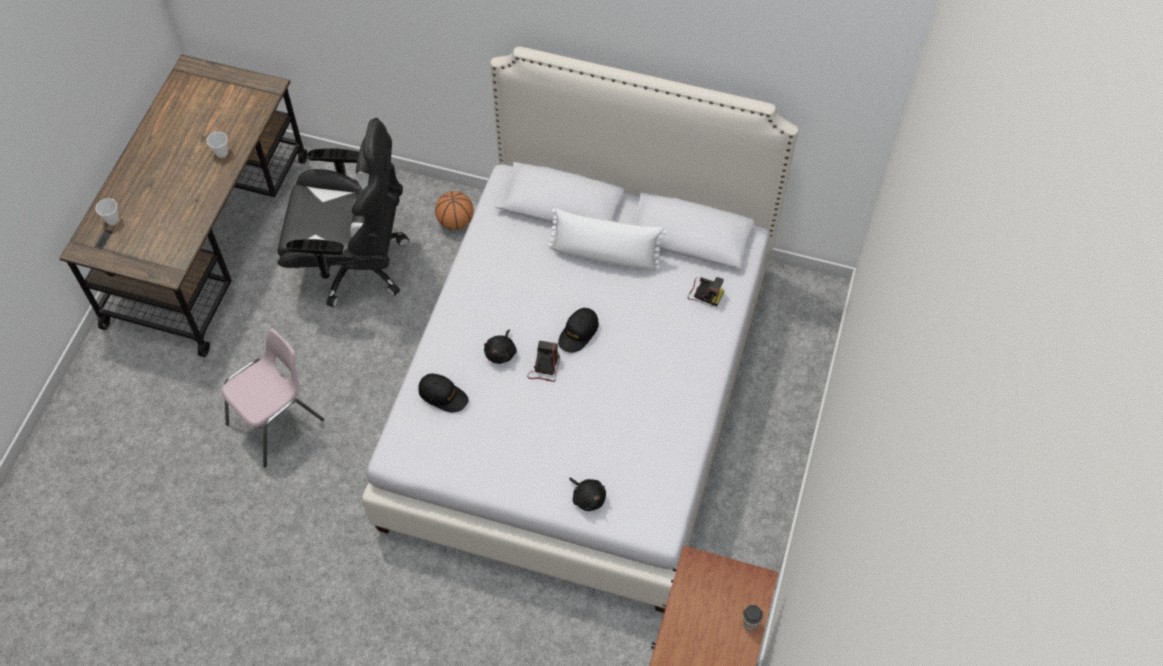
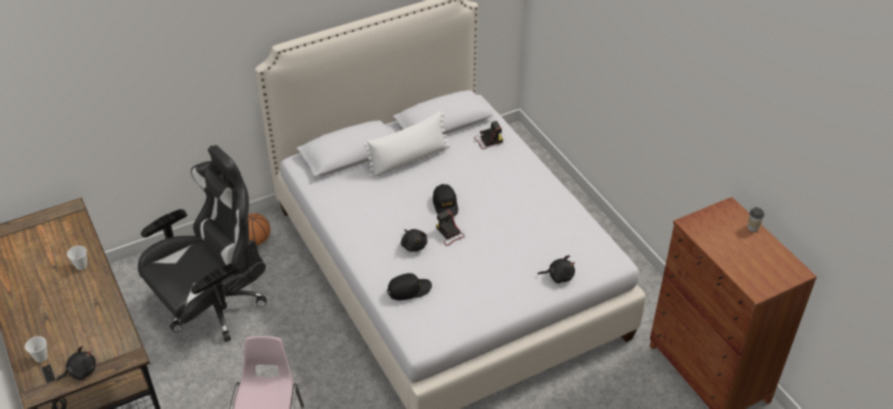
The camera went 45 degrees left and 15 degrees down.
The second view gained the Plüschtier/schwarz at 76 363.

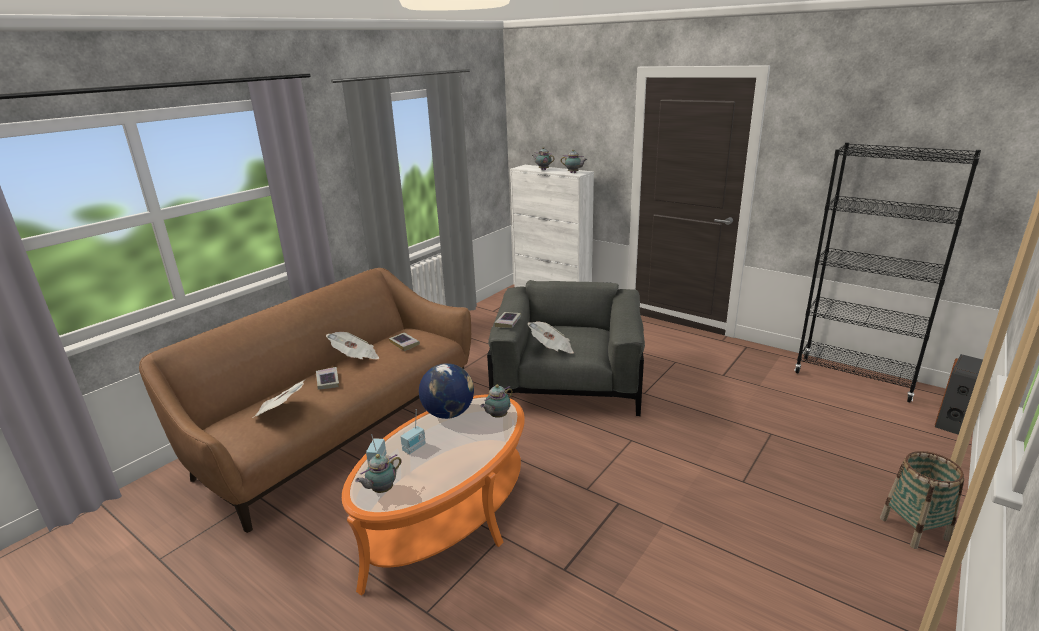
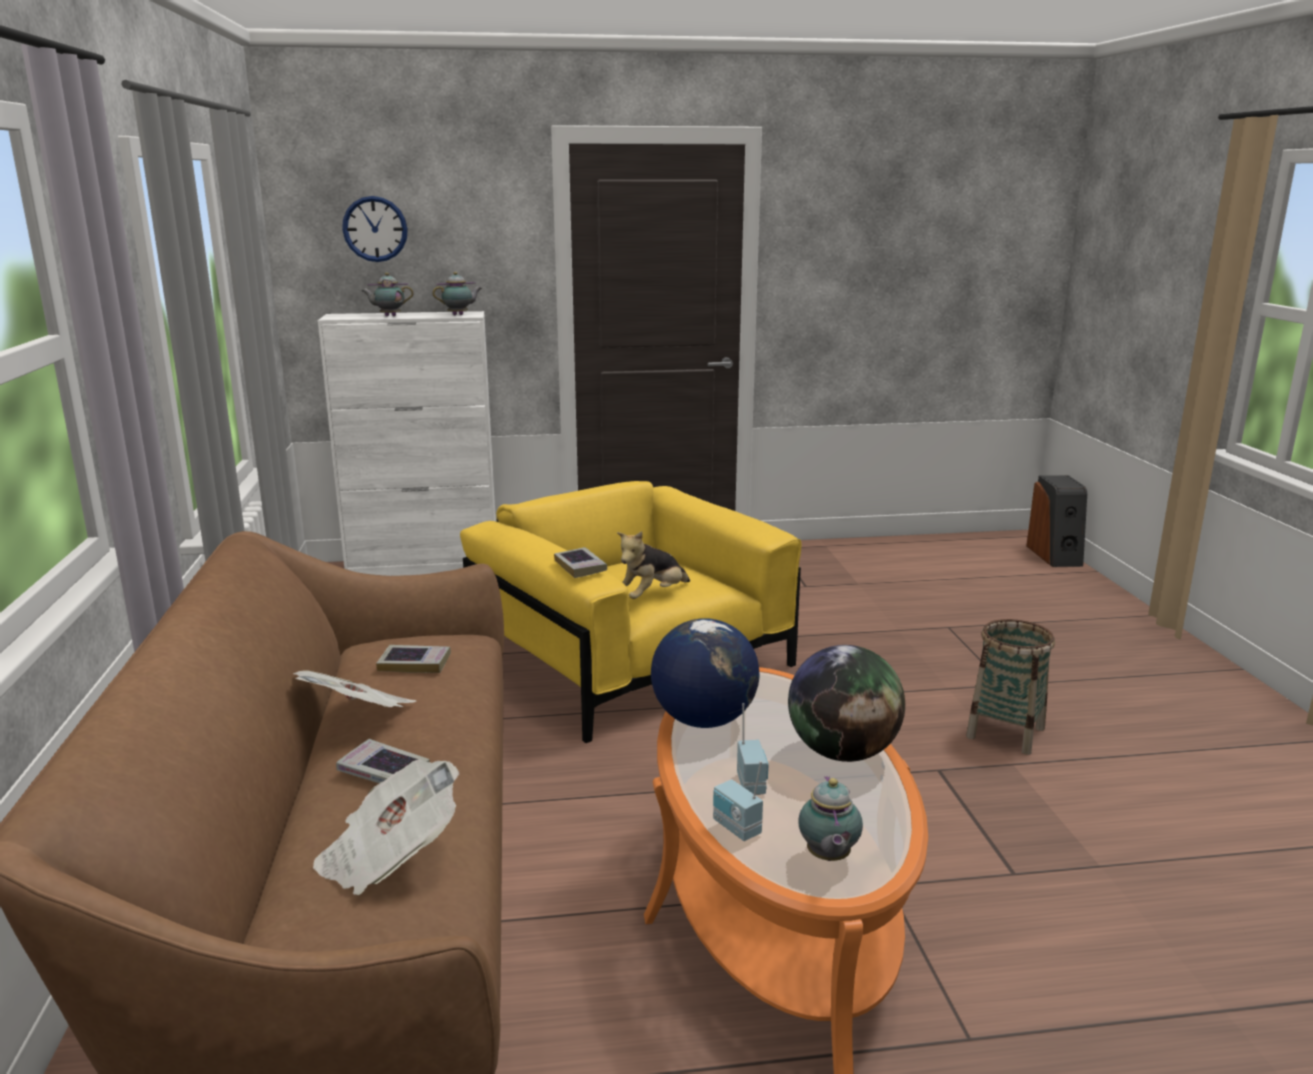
The camera went 45 degrees left and 5 degrees down.
The second view gained the Wanduhr at 375 229.
What was the Sessel/grau at 566 348 turned into the Sessel/gelb at 630 612.
Where the Zeitung stood at 550 337, the Plüschtier came to stand at 653 565.
The second view gained the Globus at 846 703.
The Korb ended up elsewhere, having gone from 922 500 to 1010 687.
The second view lost the Teekanne at 497 401.
The second view lost the Bücherregal/schwarz at 887 272.

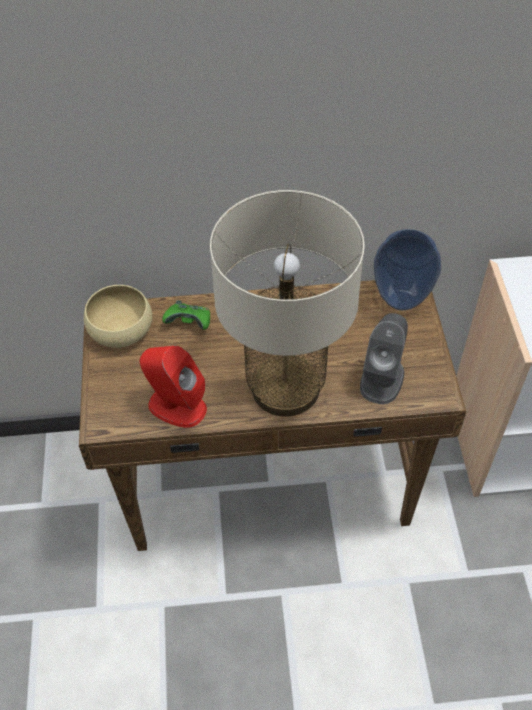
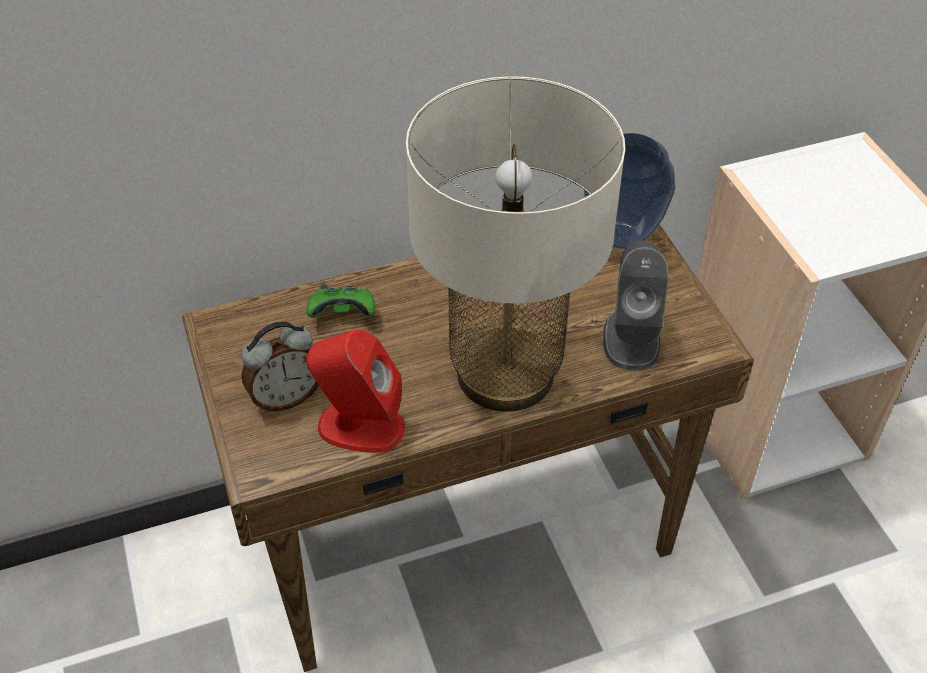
The camera went 15 degrees left and 5 degrees down.
The second view gained the Wecker at 280 367.
The second view lost the Schüssel/beige at 118 316.

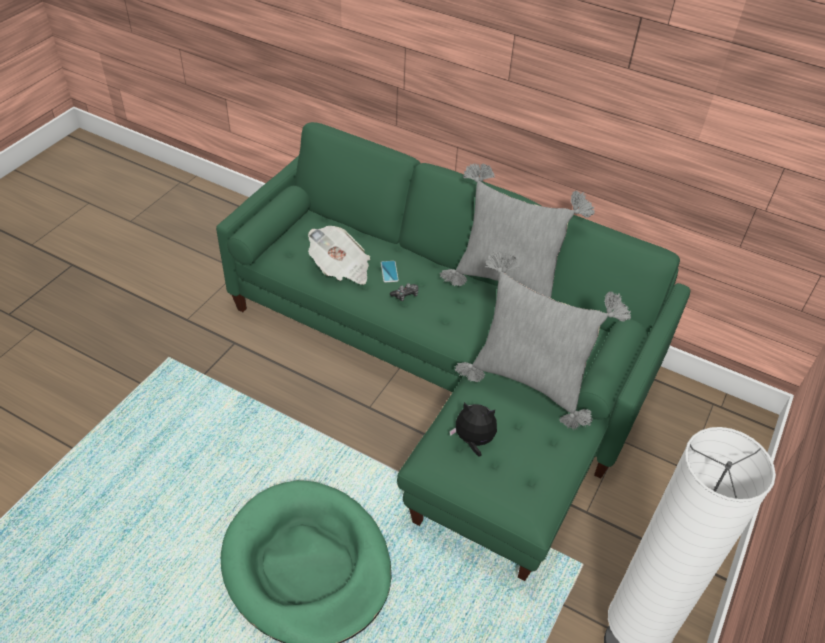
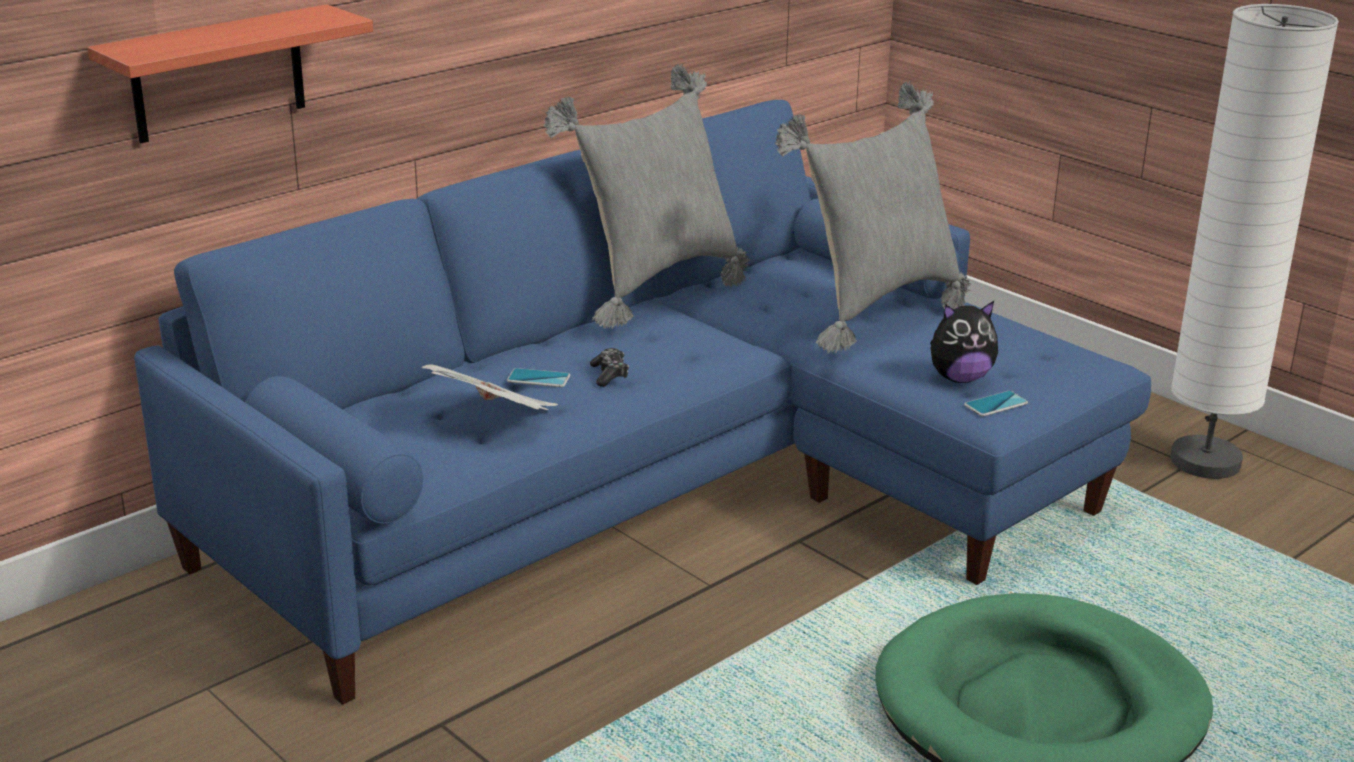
The camera went 70 degrees left and 20 degrees down.
The second view gained the Wandregal at 230 73.
What was the Sofa/grün at 453 351 turned into the Sofa/blau at 642 402.
The Plüschtier at 473 429 ended up facing another way, 135 degrees counterclockwise from before.
The second view gained the Handy at 996 403.

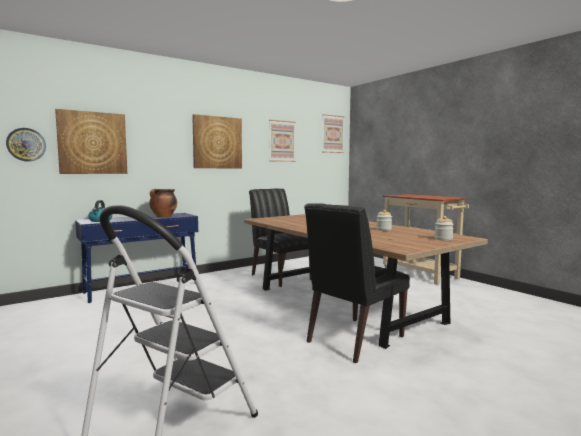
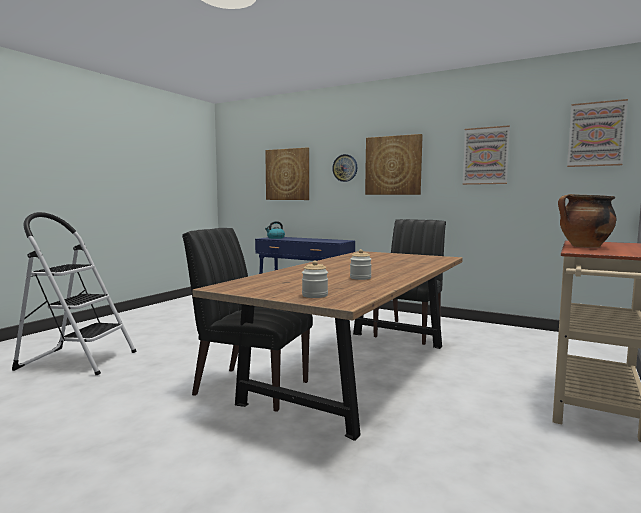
The camera went 65 degrees right and 0 degrees up.
The Wanduhr ended up elsewhere, having gone from 26 144 to 344 168.
The Kochtopf ended up elsewhere, having gone from 163 203 to 587 221.

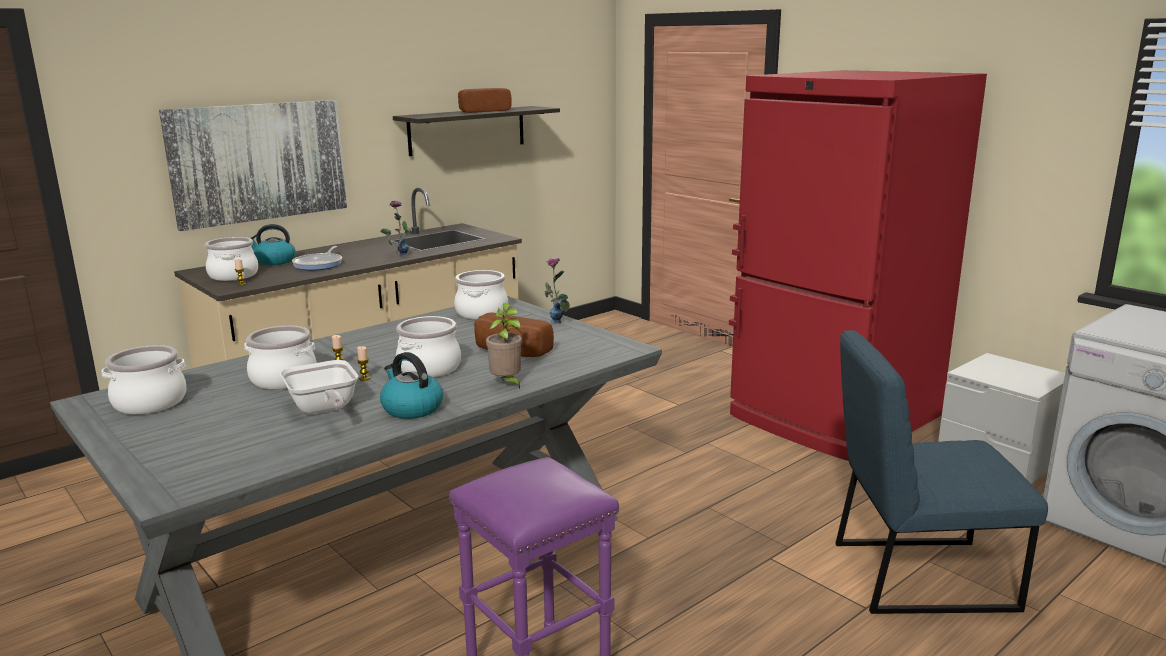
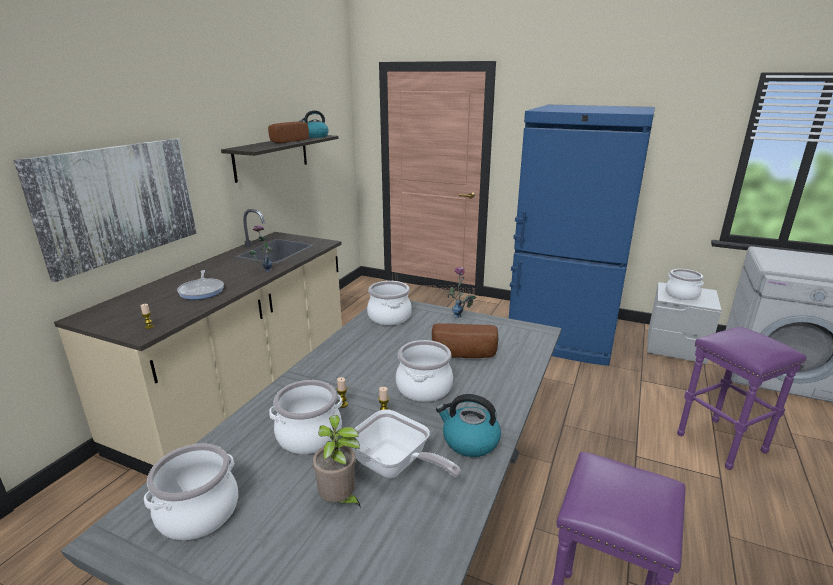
The camera went 25 degrees left and 5 degrees up.
The Wasserkessel ended up elsewhere, having gone from 273 244 to 314 124.
The Topfpflanze ended up elsewhere, having gone from 504 346 to 337 461.
What was the Kühlschrank/rot at 858 265 turned into the Kühlschrank/blau at 582 235.
The Kochtopf ended up elsewhere, having gone from 231 259 to 685 284.
Where the Stuhl/blau stood at 941 472, the Hocker/lila came to stand at 741 398.

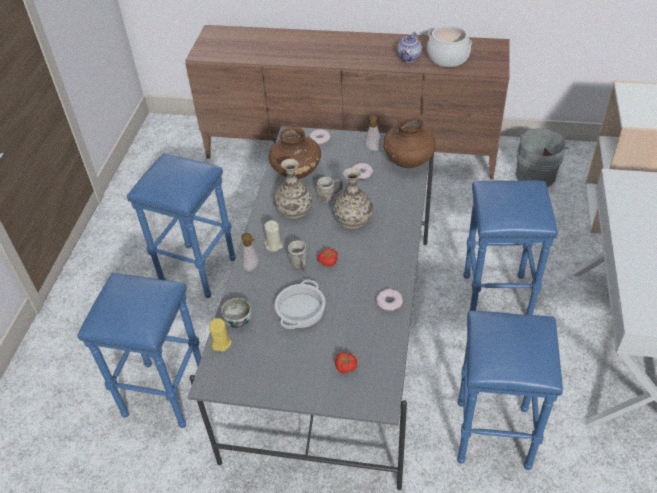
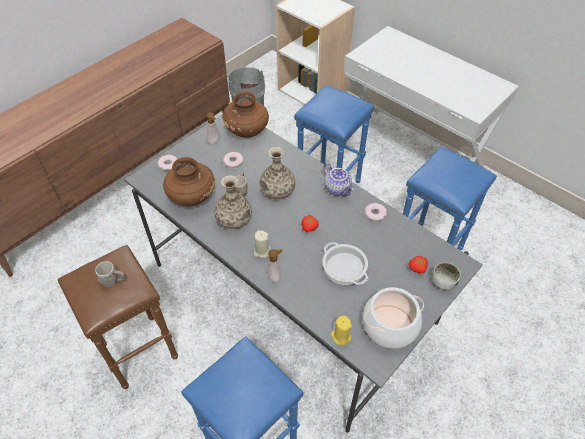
The camera went 60 degrees left and 5 degrees up.
What was the Hocker/blau at 181 225 turned into the Hocker/braun at 118 317.
The Henkelbecher/grau ended up elsewhere, having gone from 297 255 to 110 274.
The Teekanne ended up elsewhere, having gone from 409 47 to 339 179.
The Kochtopf ended up elsewhere, having gone from 449 46 to 393 318.
The Schüssel ended up elsewhere, having gone from 236 313 to 446 276.

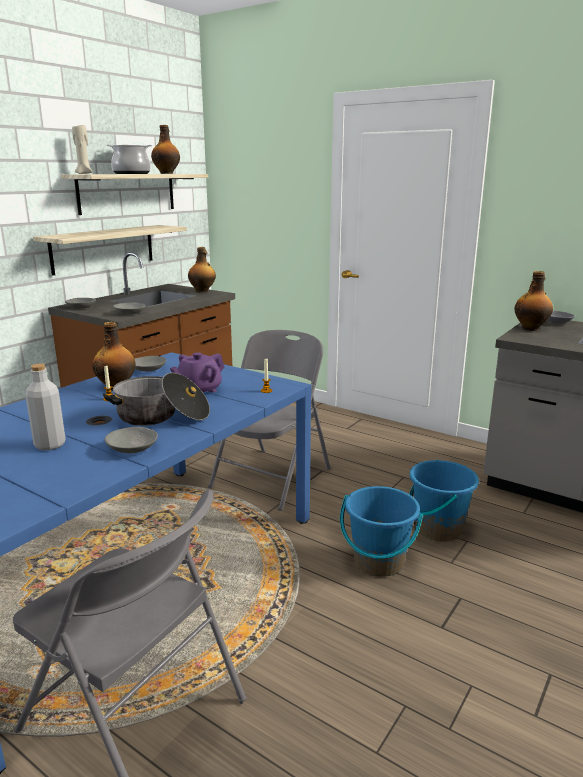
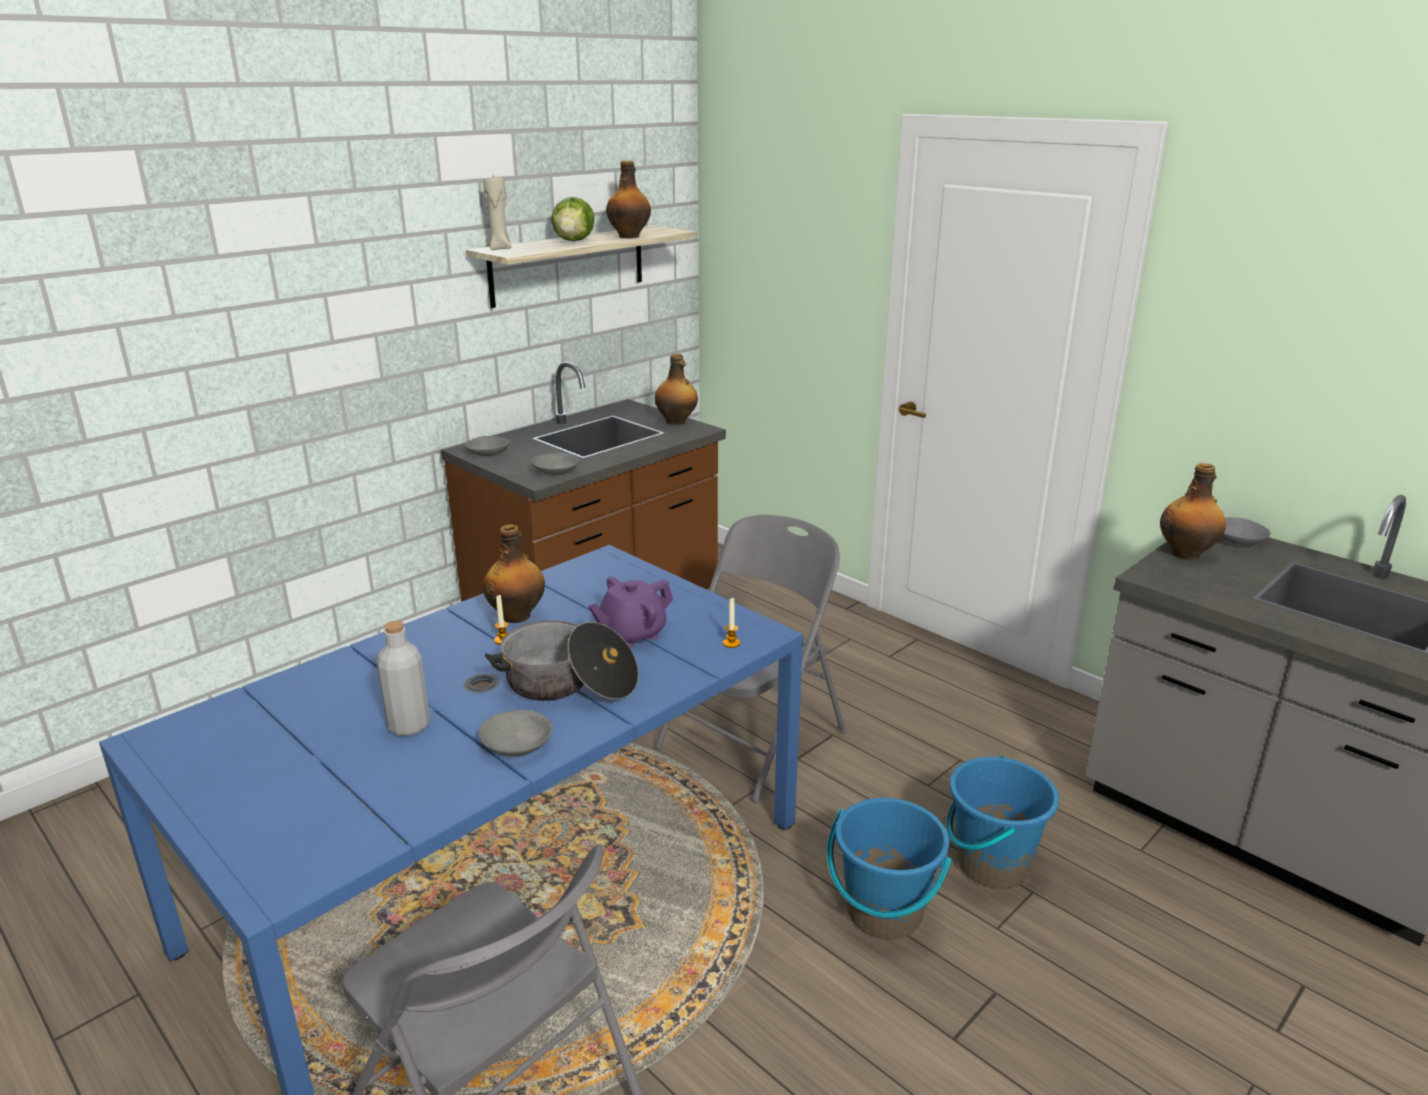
The camera went 10 degrees right and 5 degrees up.
Where the Kochtopf stood at 129 159, the Salatkopf came to stand at 572 219.
The second view lost the Wandregal at 110 250.
The second view lost the Schüssel/grau at 150 364.

